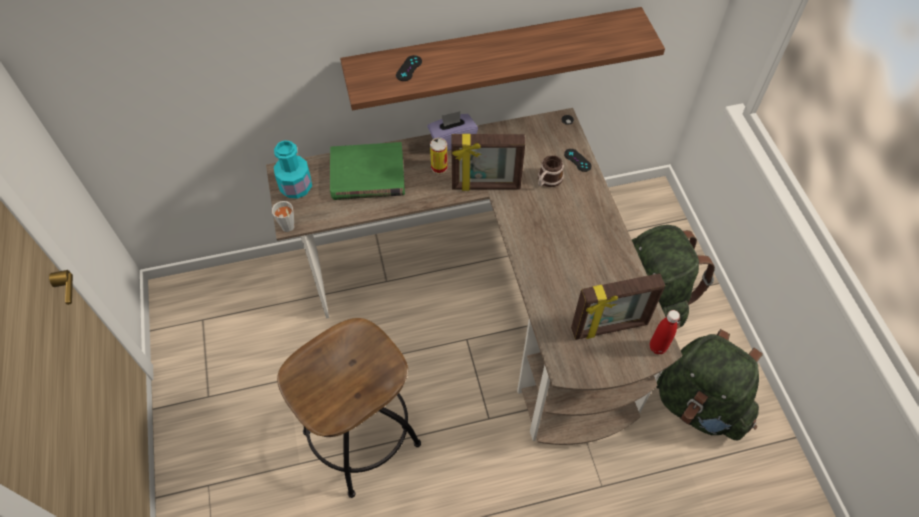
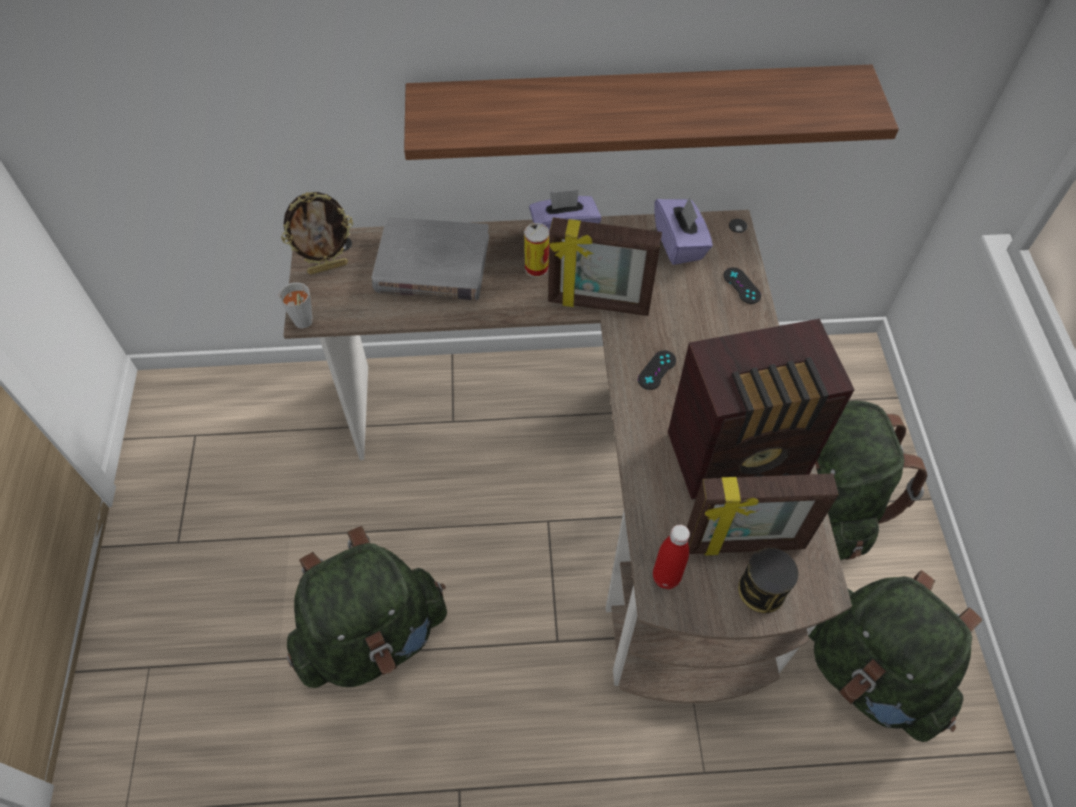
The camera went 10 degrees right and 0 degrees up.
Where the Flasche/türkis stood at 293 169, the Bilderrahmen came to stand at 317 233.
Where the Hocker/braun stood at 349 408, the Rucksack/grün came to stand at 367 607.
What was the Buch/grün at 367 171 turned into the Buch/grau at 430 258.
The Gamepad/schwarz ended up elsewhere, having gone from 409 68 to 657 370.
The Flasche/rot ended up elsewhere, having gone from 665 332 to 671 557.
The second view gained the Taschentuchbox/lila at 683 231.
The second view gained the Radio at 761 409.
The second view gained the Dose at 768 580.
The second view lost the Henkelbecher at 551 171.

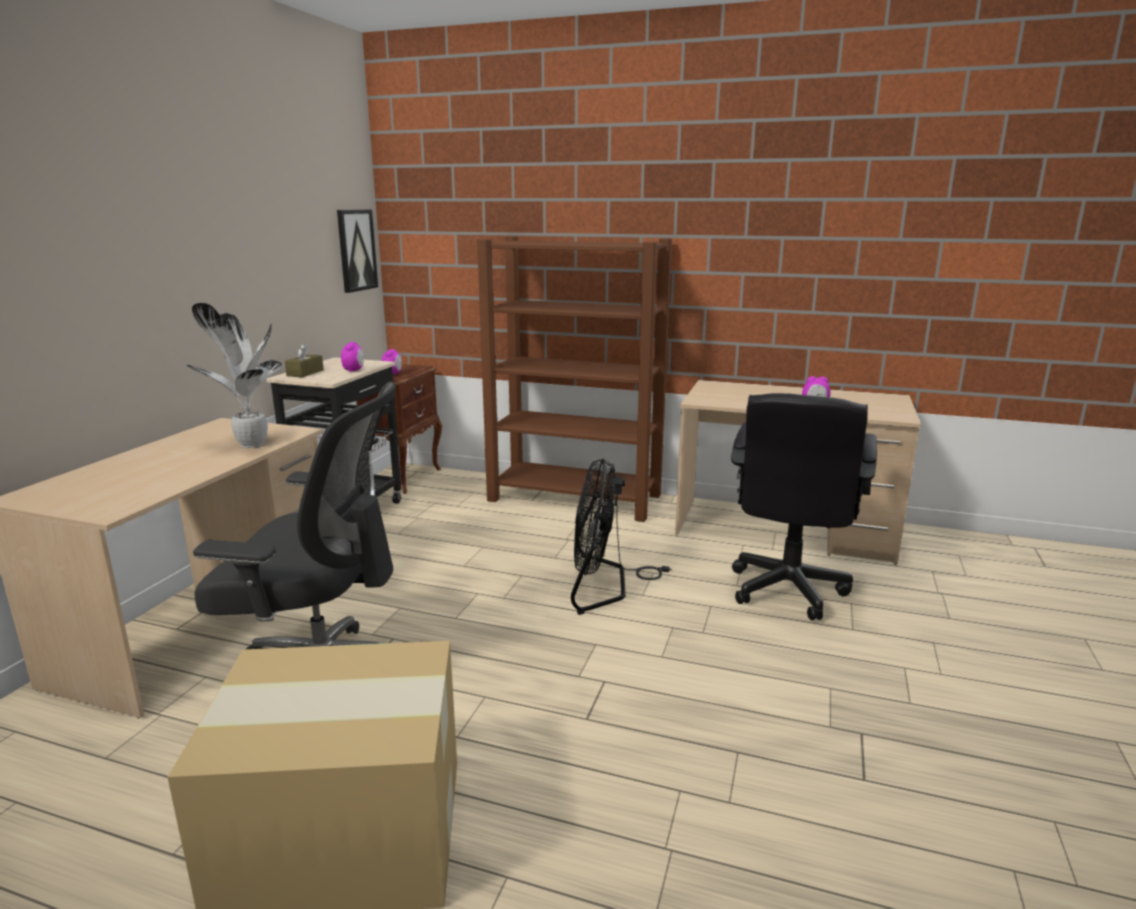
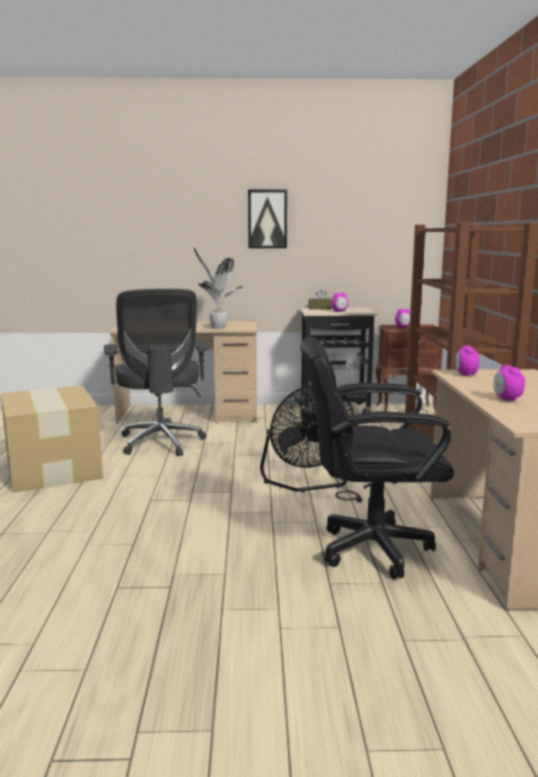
The camera went 70 degrees right and 5 degrees down.
The Bild ended up elsewhere, having gone from 357 251 to 267 218.
The second view gained the Wecker at 467 361.

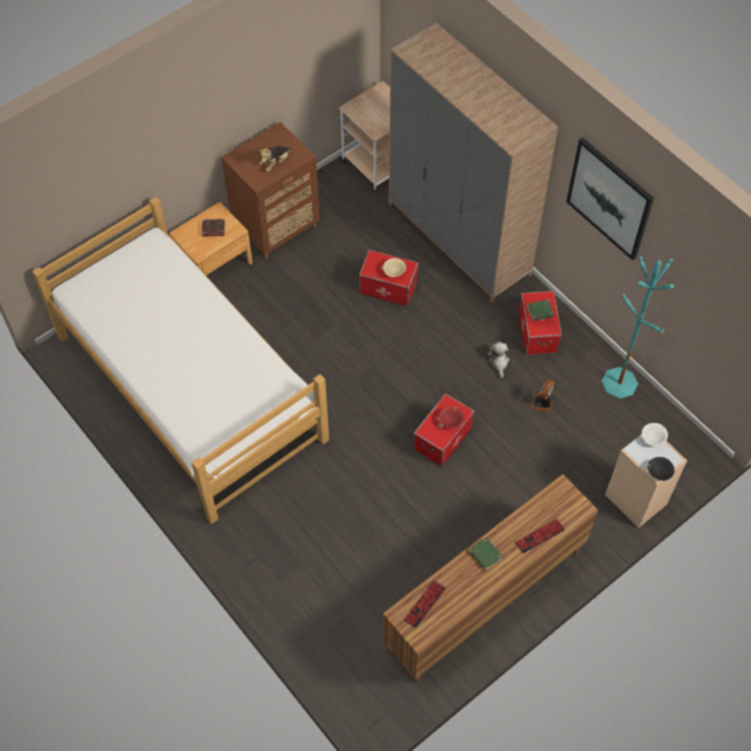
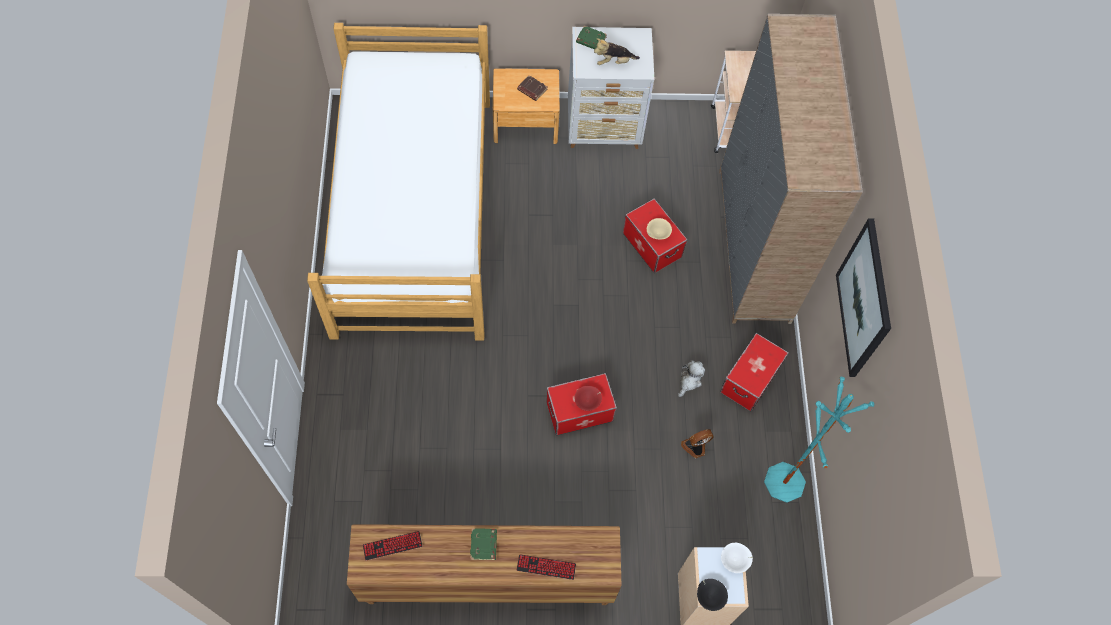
The camera went 35 degrees right and 5 degrees up.
What was the Kommode/braun at 270 190 turned into the Kommode/weiß at 611 88.
The Buch/grün ended up elsewhere, having gone from 540 310 to 591 38.

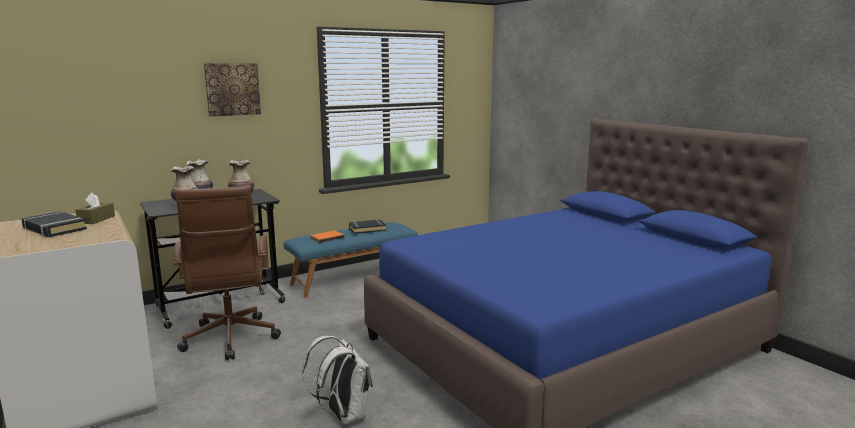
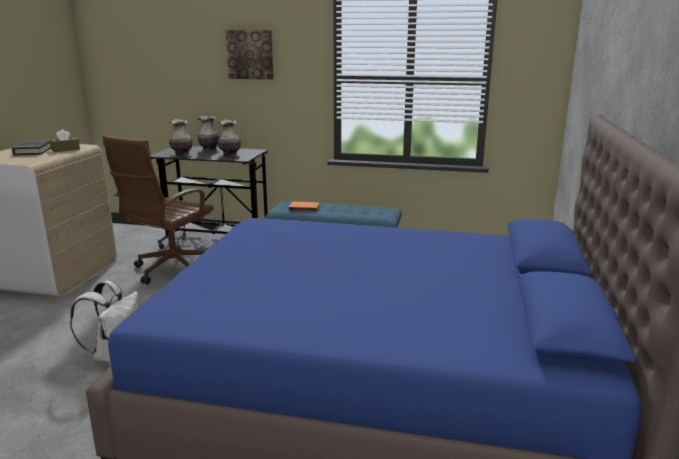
The camera went 45 degrees right and 5 degrees up.
The second view lost the Buch/schwarz at 368 226.

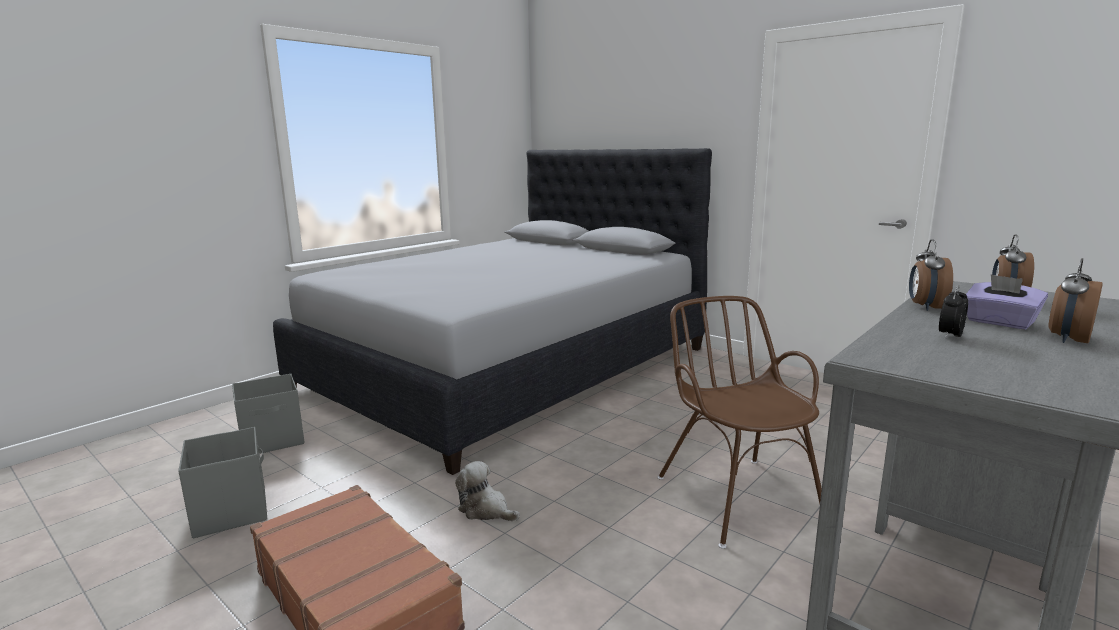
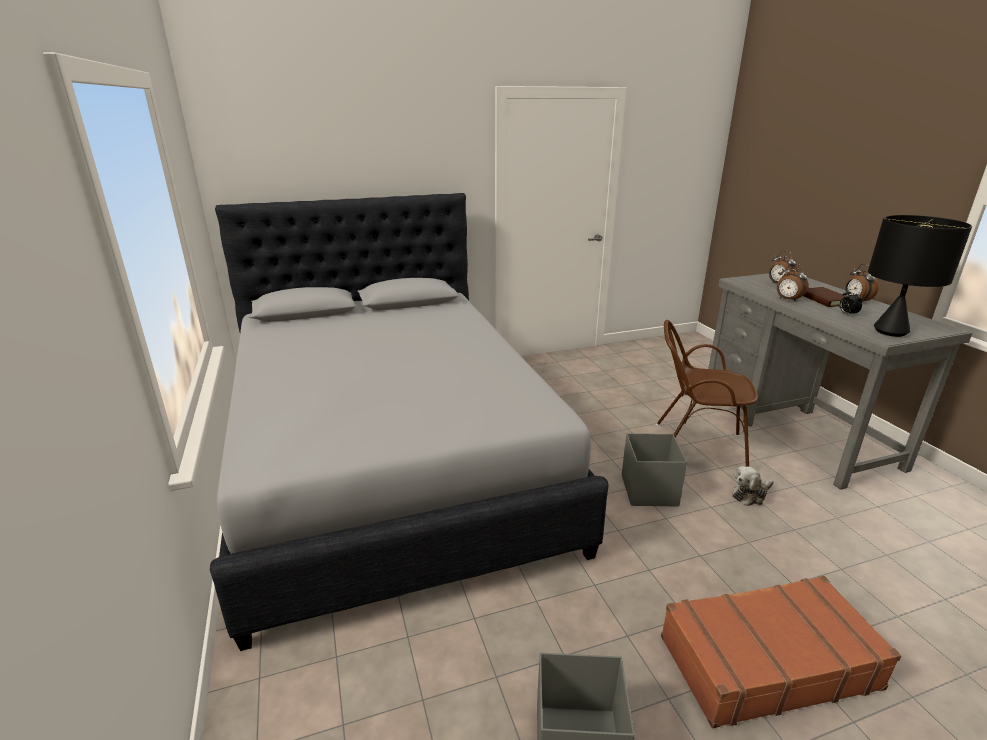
The camera went 60 degrees left and 10 degrees up.
The Aufbewahrungsbox/grau ended up elsewhere, having gone from 268 414 to 654 469.
The Plüschtier ended up elsewhere, having gone from 487 491 to 753 486.
Where the Taschentuchbox/lila stood at 1007 302, the Buch/braun came to stand at 825 297.
The second view gained the Tischlampe/schwarz at 920 276.

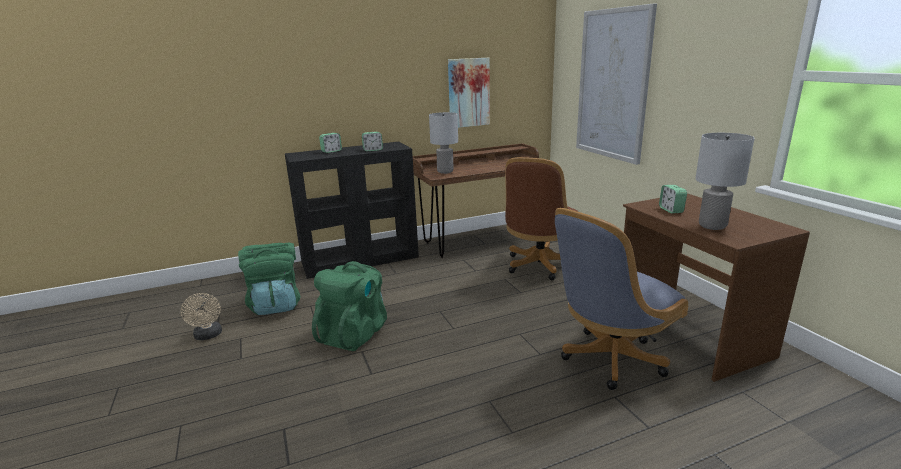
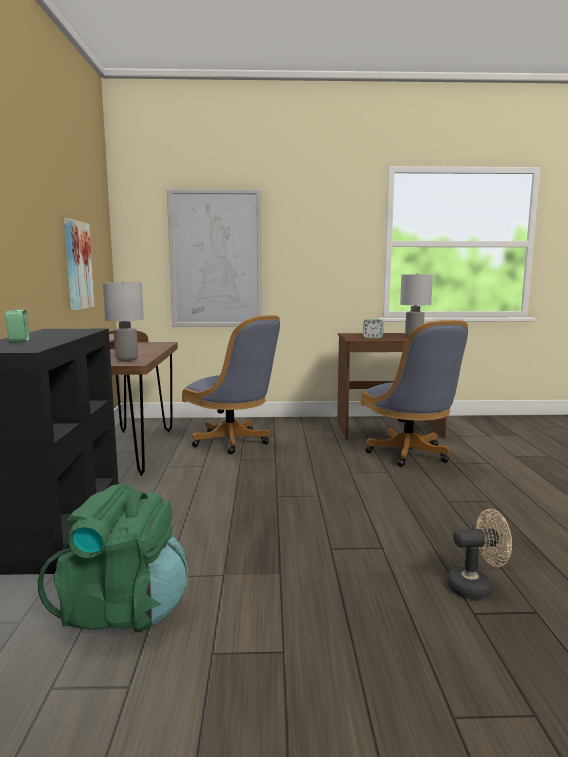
The camera went 70 degrees left and 10 degrees down.
What was the Bürostuhl/braun at 541 219 turned into the Bürostuhl/blau at 231 384.
The Ventilator/beige ended up elsewhere, having gone from 201 316 to 479 554.
The second view lost the Rucksack/grün at 349 306.
The second view lost the Wecker at 372 141.

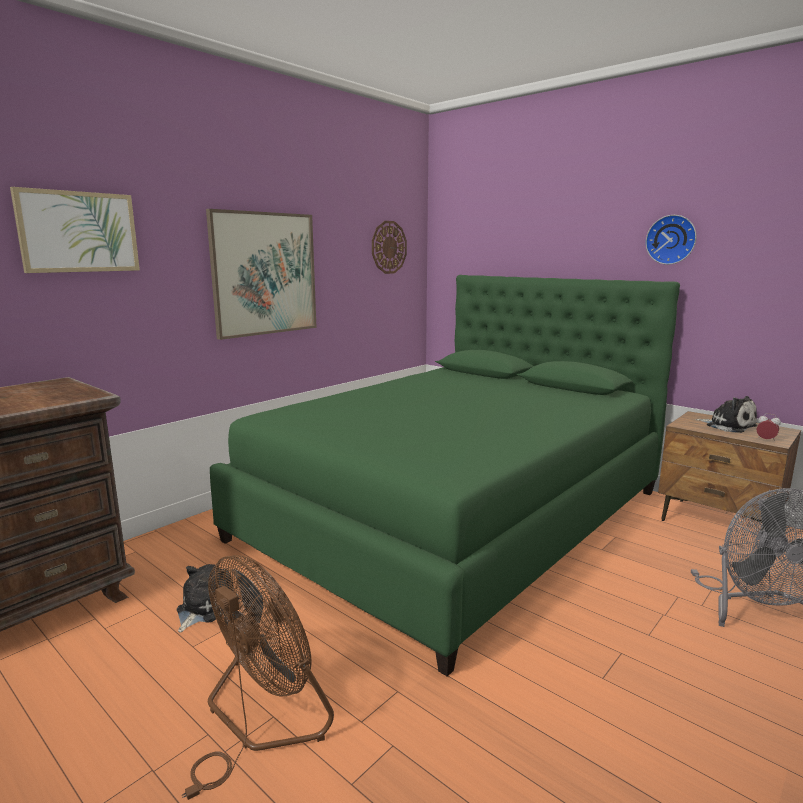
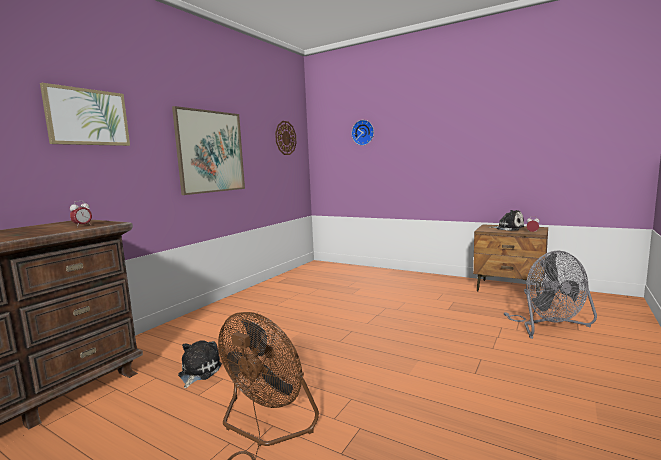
The camera went 10 degrees left and 5 degrees down.
The second view gained the Wecker at 81 214.
The Wanduhr ended up elsewhere, having gone from 671 240 to 362 132.
The second view lost the Bett/grün at 445 475.

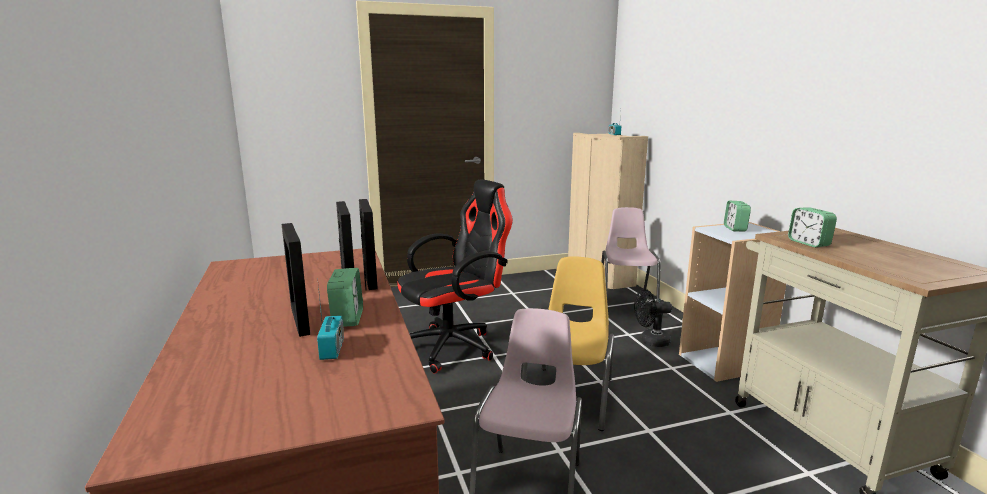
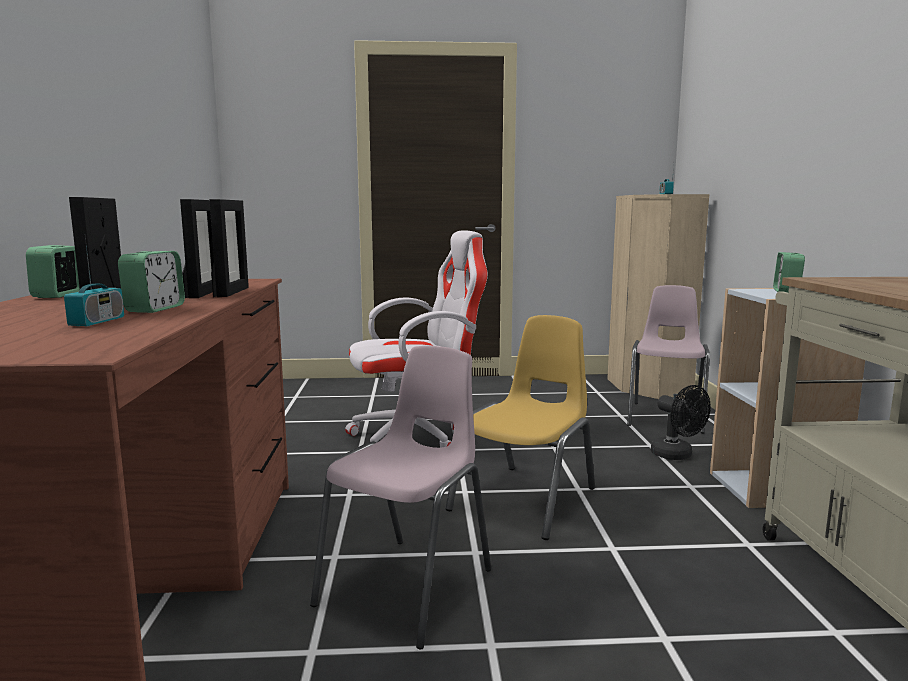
The camera went 15 degrees right and 5 degrees down.
The Wecker ended up elsewhere, having gone from 812 227 to 53 271.
What was the Bürostuhl/schwarz at 455 276 turned into the Bürostuhl/weiß at 416 338.
The Ventilator/schwarz at 653 318 ended up facing another way, 135 degrees counterclockwise from before.

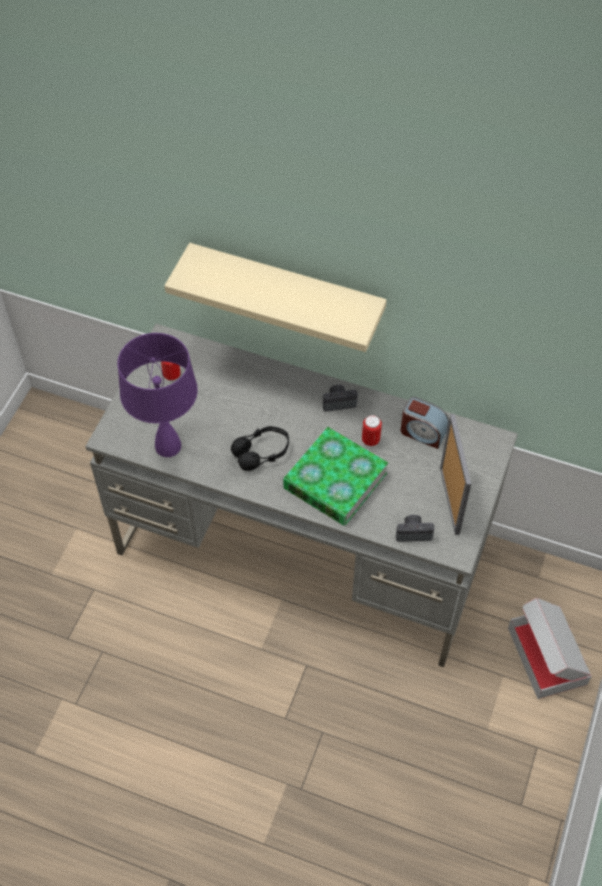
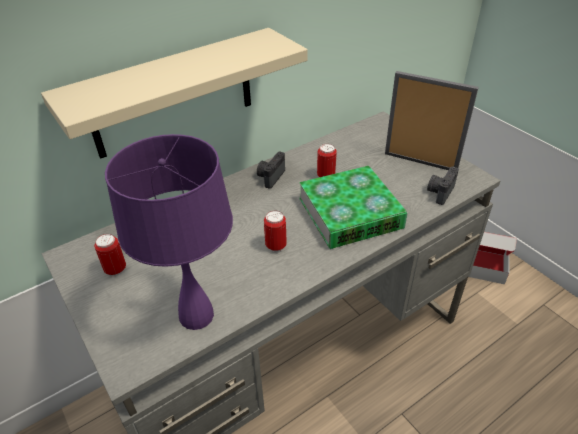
The camera went 55 degrees left and 15 degrees down.
Where the Kopfhörer/schwarz stood at 260 448, the Dose came to stand at 275 231.
The second view lost the Wecker at 425 423.

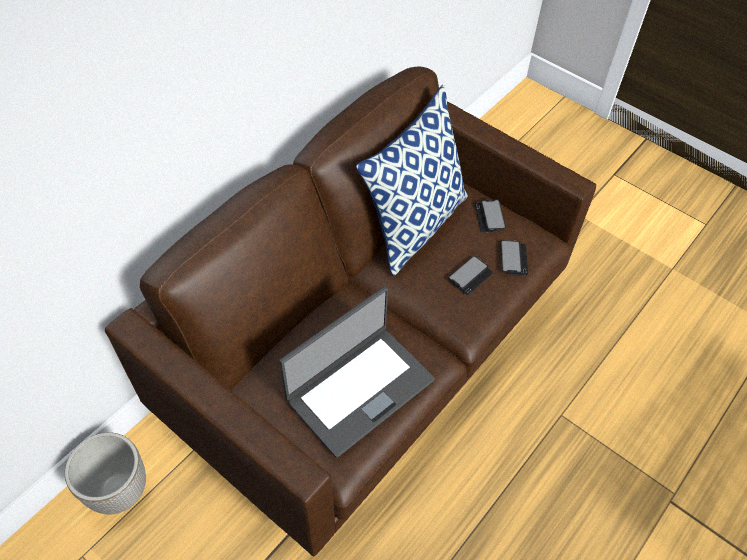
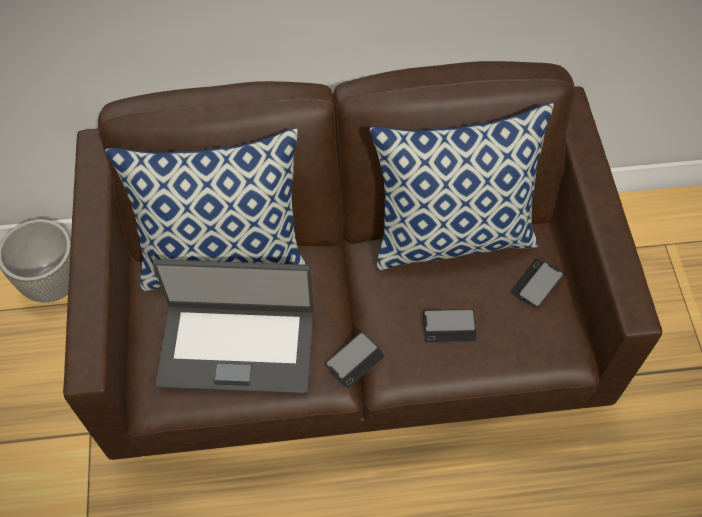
The camera went 45 degrees right and 5 degrees up.
The second view gained the Kissen at 206 209.
The Handy ended up elsewhere, having gone from 514 258 to 354 360.

